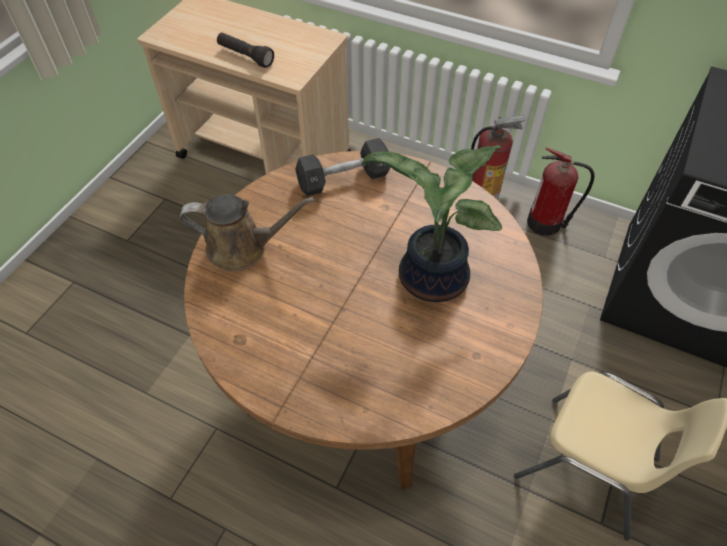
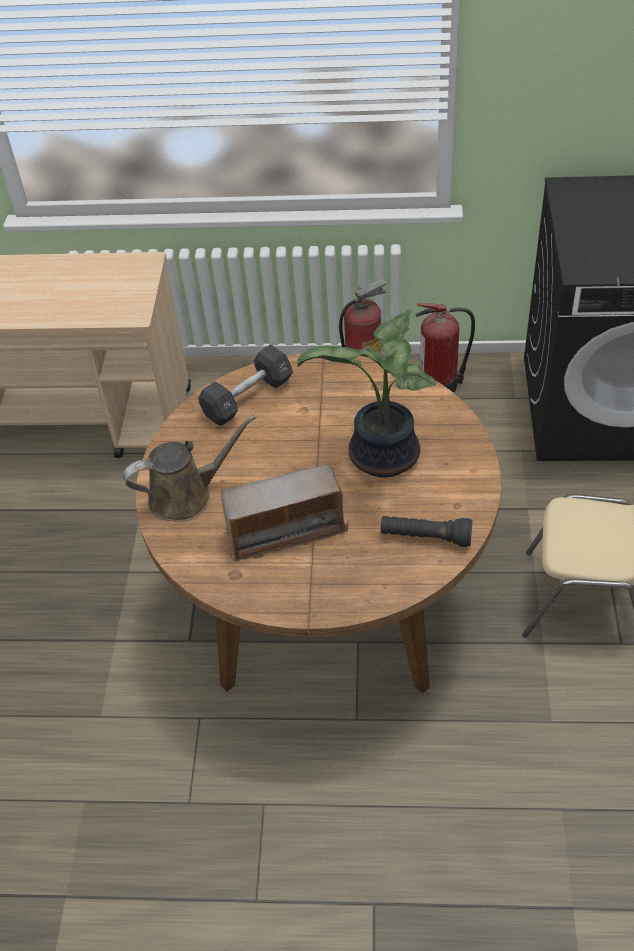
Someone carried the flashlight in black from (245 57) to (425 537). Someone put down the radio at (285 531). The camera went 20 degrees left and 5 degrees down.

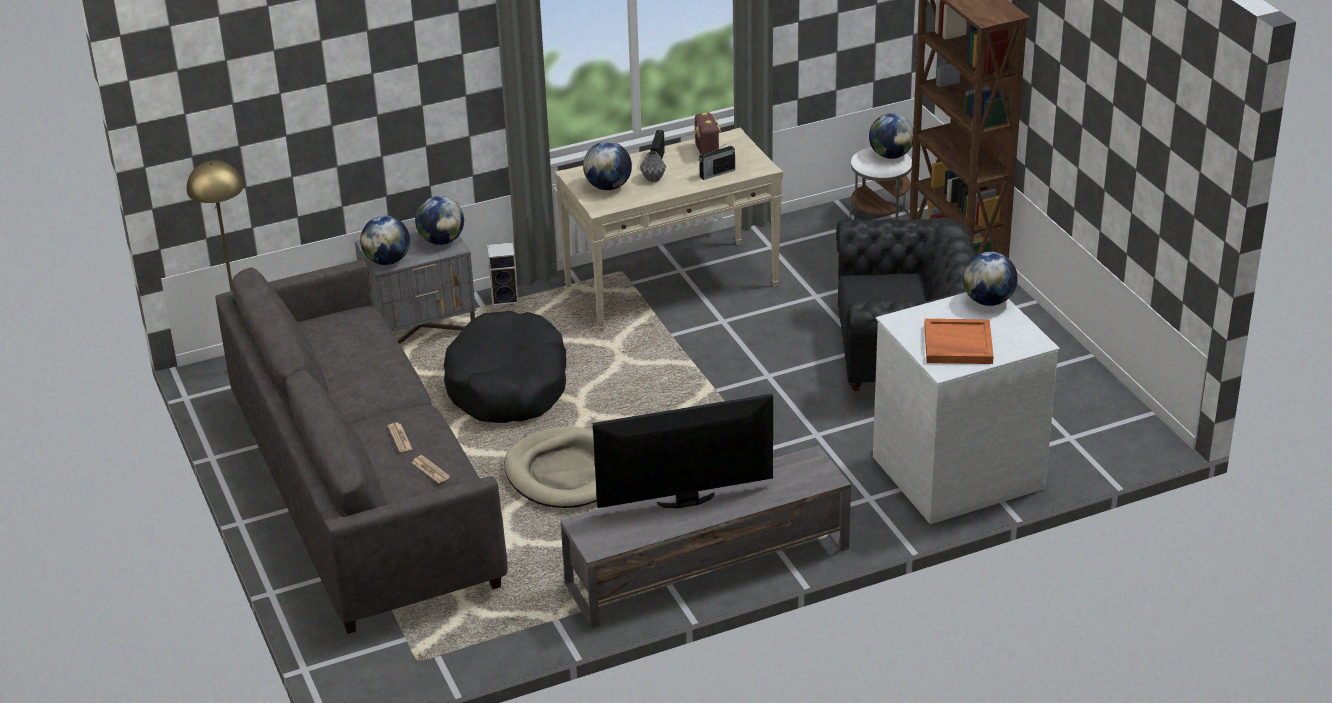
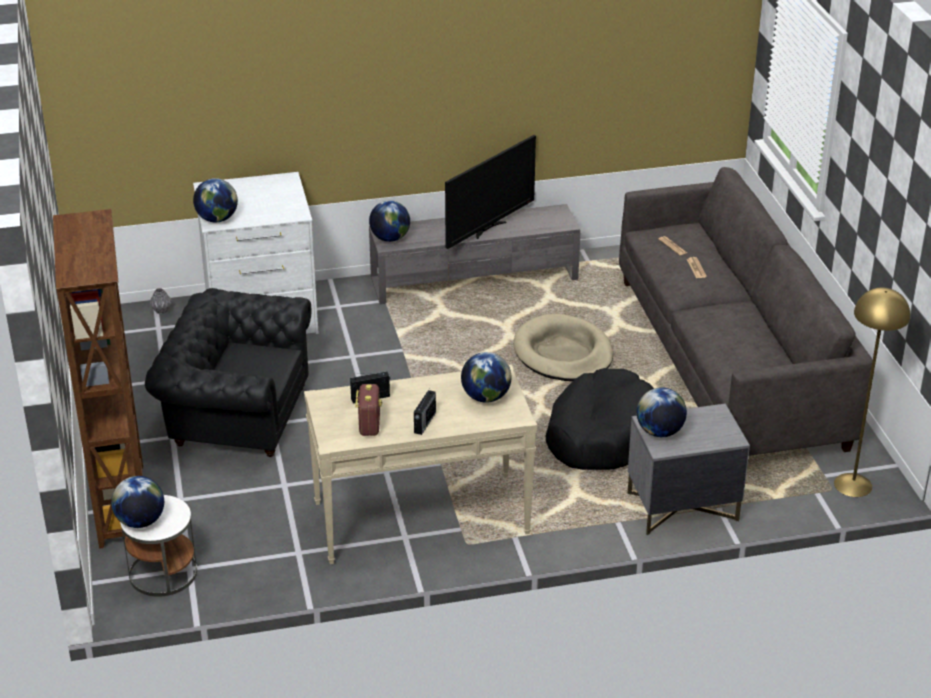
Someone carried the vase in grey from (652 179) to (162 311). Someone carried the globe from (387 261) to (390 238). Someone took away the speaker at (506 301). Someone took away the tray in orange at (957 345). Someone rotated the television at (686 502) by 45 degrees counterclockwise. The camera went 170 degrees left and 0 degrees up.

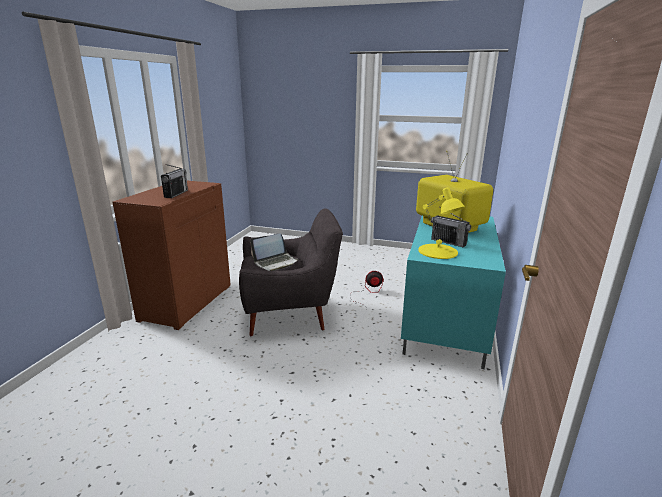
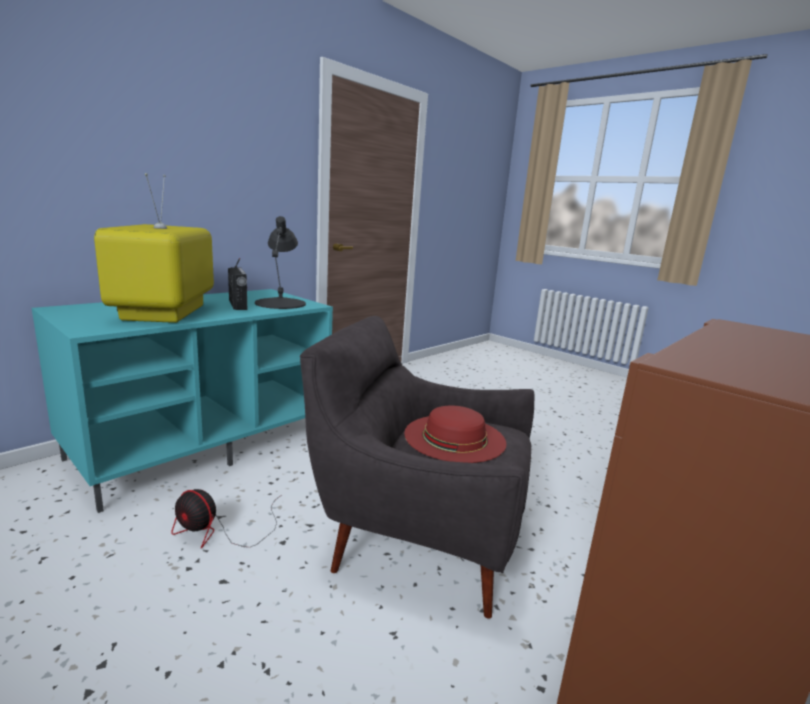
Someone took away the radio at (176 194). Someone repainted the table lamp in yellow at (438 251), which became the table lamp in black at (281 303). Someone swapped the laptop at (275 262) for the hat in red at (454 437). The camera went 155 degrees left and 5 degrees down.

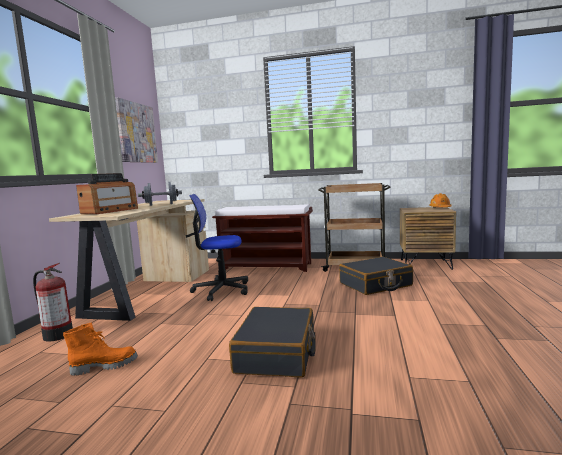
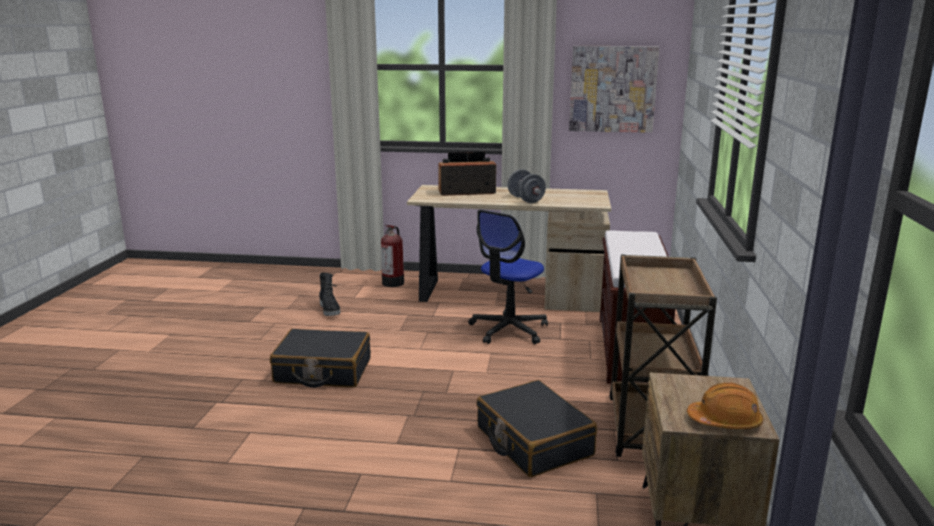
Someone rotated the radio at (110 211) by 150 degrees clockwise. Someone rotated the office chair at (221 290) by 135 degrees counterclockwise. Someone repainted the boot in orange at (105 366), which became the boot in black at (330 310). The camera went 85 degrees right and 10 degrees up.

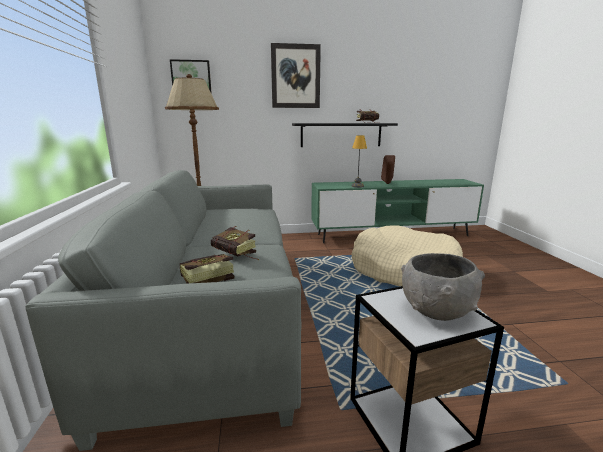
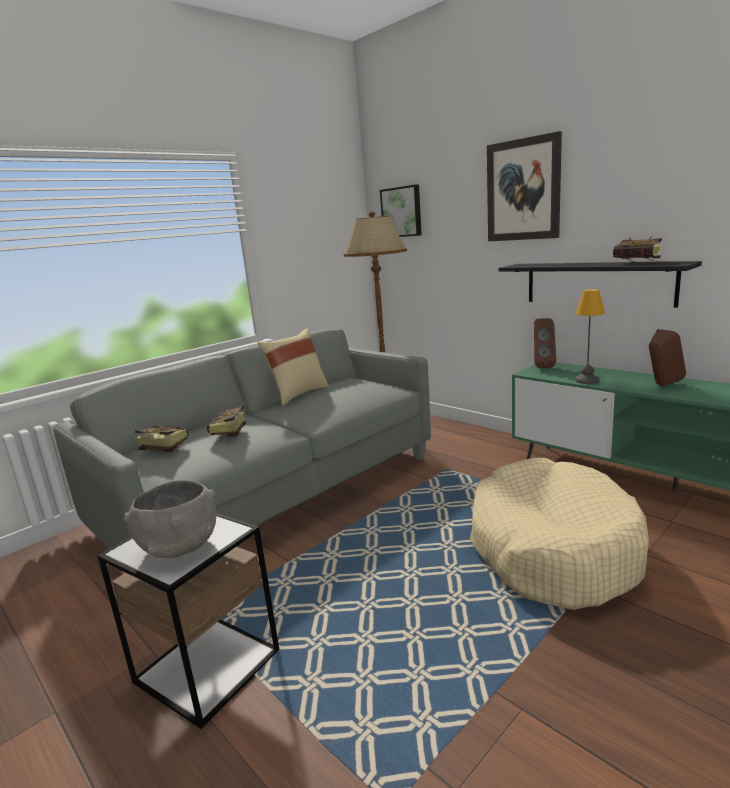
Someone put down the speaker in brown at (542 366). Someone put down the pillow in beige at (298 394). The camera went 55 degrees right and 0 degrees up.

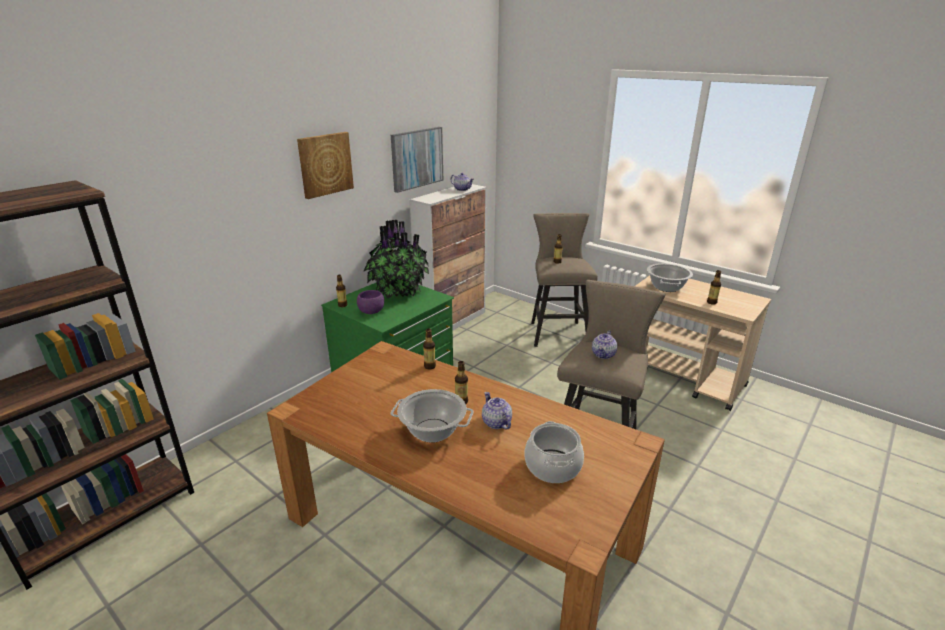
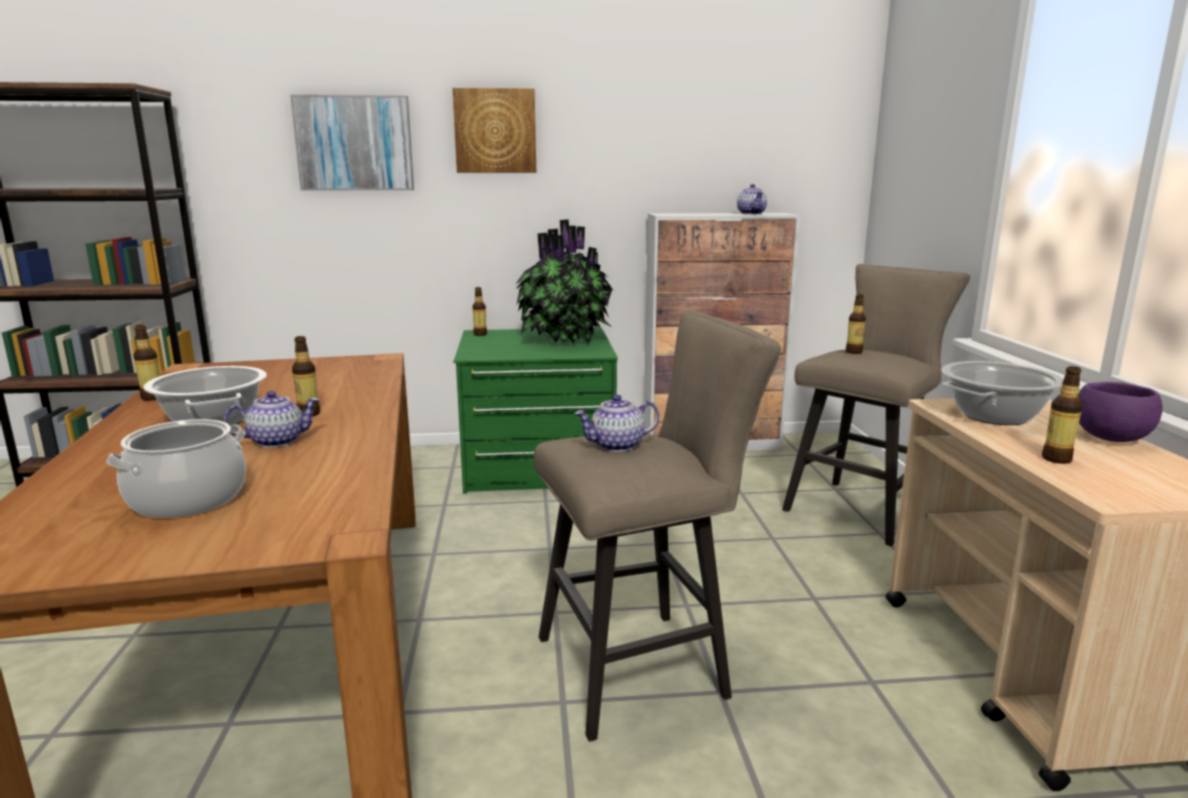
Someone carried the picture from (417 158) to (354 143). Someone carried the bowl in purple from (371 312) to (1110 439). Someone carried the bottle from (430 366) to (152 398). Someone rotated the teapot at (496 422) by 45 degrees clockwise. The camera went 45 degrees right and 10 degrees down.

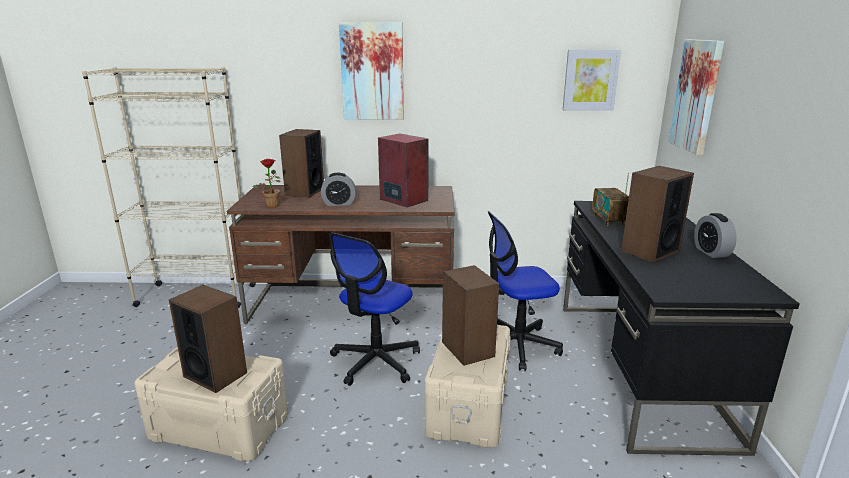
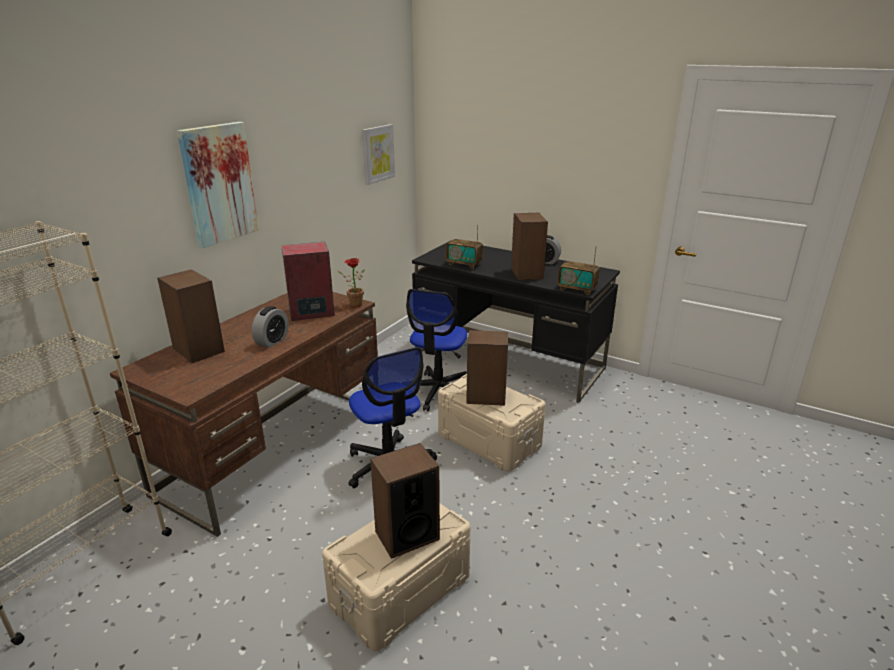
Someone took away the picture at (696 96). Someone carried the potted plant from (272 205) to (353 304). Someone put down the radio at (577 289). The camera went 60 degrees left and 5 degrees up.

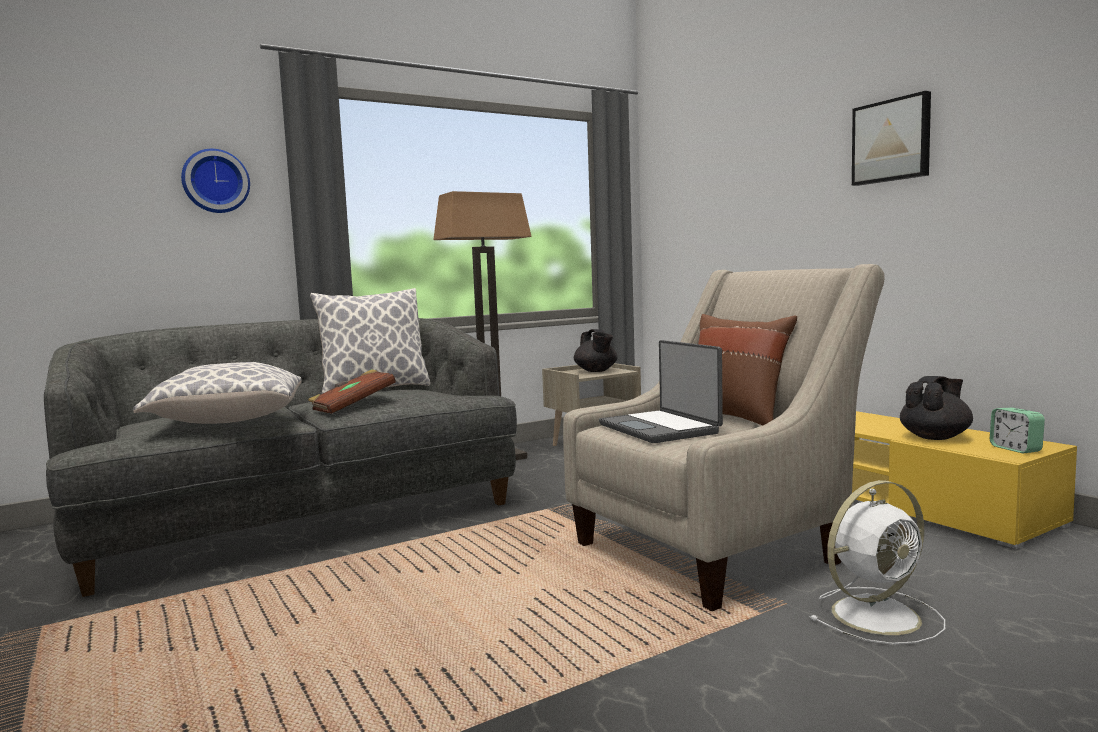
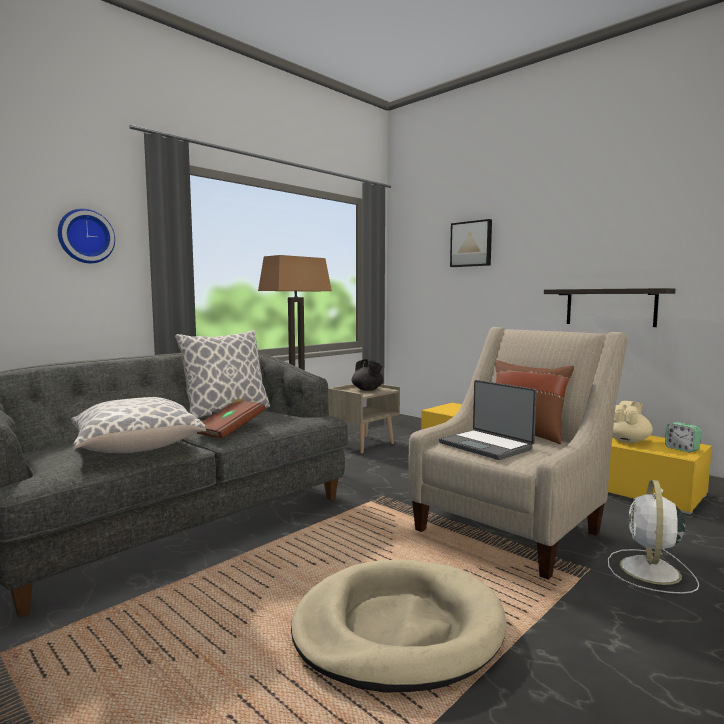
Someone carried the picture from (892 141) to (471 244). Someone repainted the teapot in black at (935 437), which became the teapot in beige at (627 441). Someone rotated the fan in white at (878 615) by 150 degrees clockwise. Someone put up the shelf at (610 307). Someone put down the dog bed in beige at (397 629). The camera went 15 degrees left and 0 degrees up.

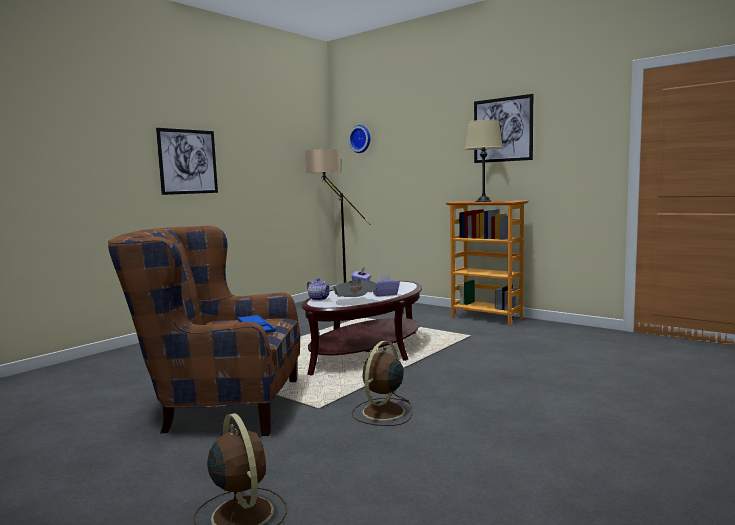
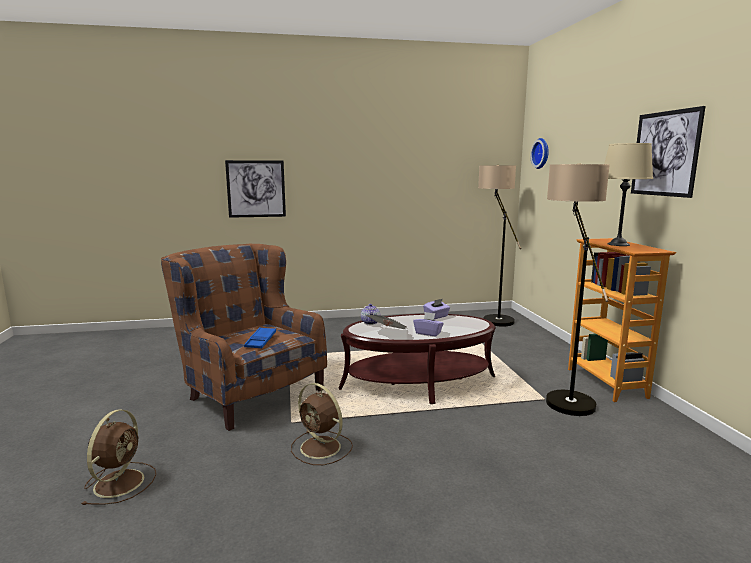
Someone carried the picture from (188 161) to (256 189). Someone rotated the fan in brown at (382 412) by 120 degrees counterclockwise. Someone put down the floor lamp at (563 395). The camera went 40 degrees right and 5 degrees up.

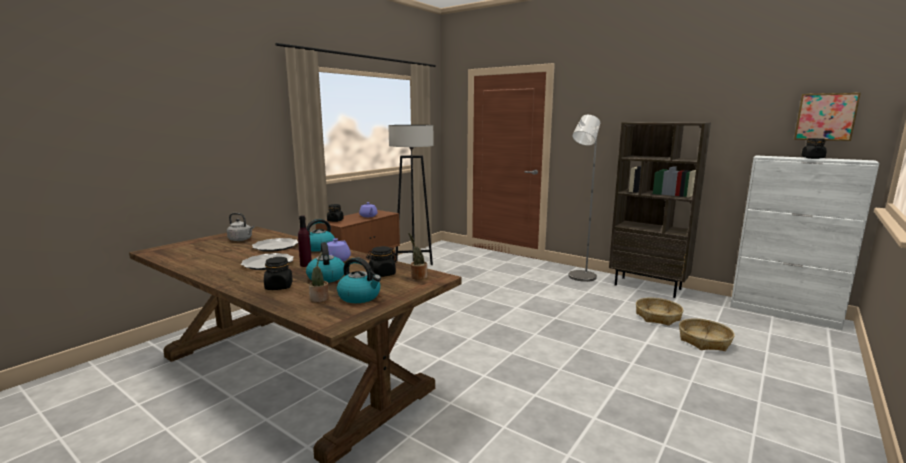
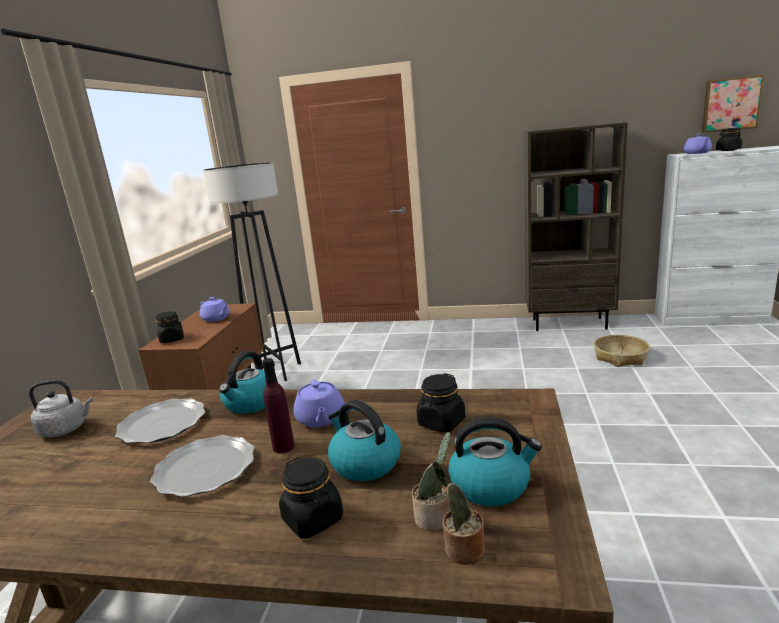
Someone took away the floor lamp in grey at (579 278). Someone carried the potted plant from (418 276) to (461 550). Someone took away the basket at (704 341). Someone put down the teapot in purple at (697 153). The camera went 25 degrees left and 5 degrees up.

